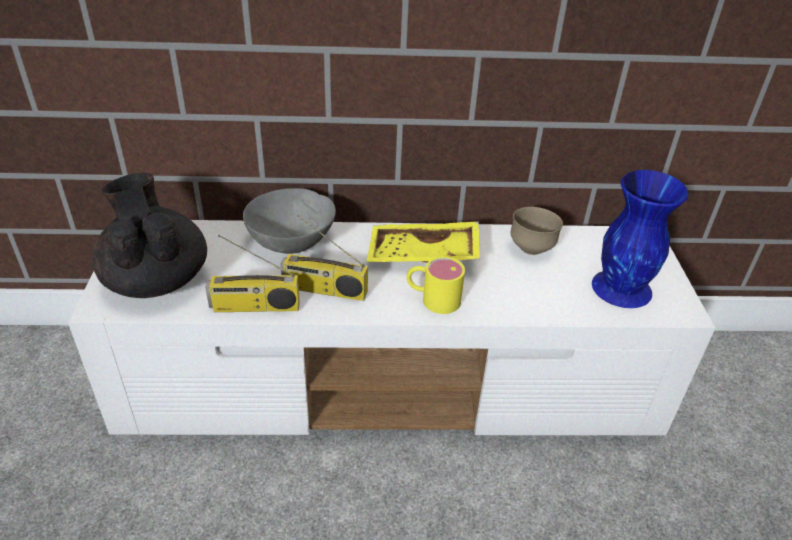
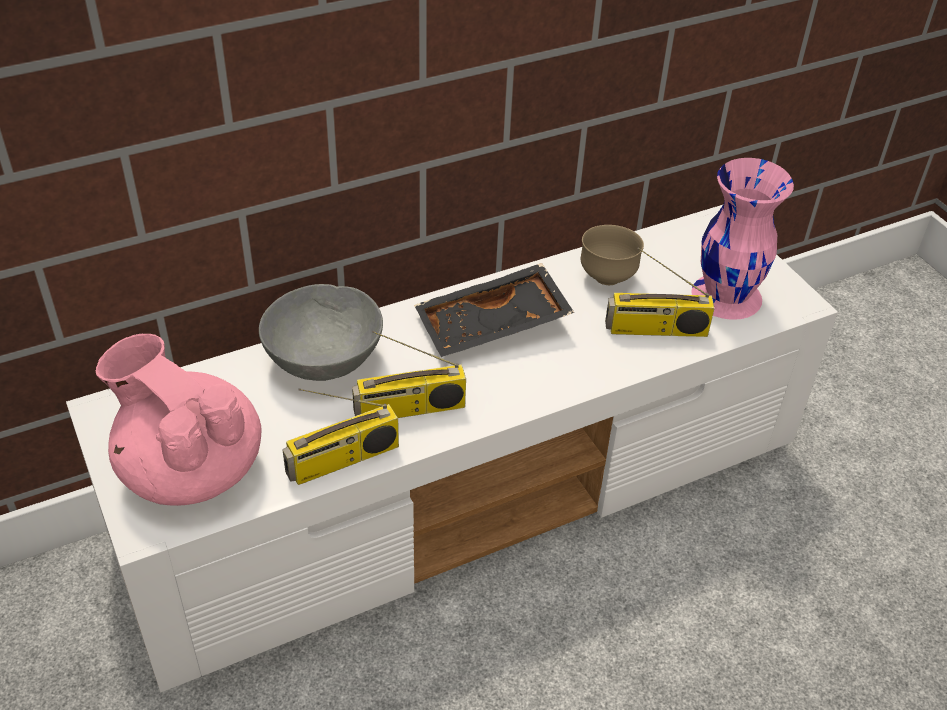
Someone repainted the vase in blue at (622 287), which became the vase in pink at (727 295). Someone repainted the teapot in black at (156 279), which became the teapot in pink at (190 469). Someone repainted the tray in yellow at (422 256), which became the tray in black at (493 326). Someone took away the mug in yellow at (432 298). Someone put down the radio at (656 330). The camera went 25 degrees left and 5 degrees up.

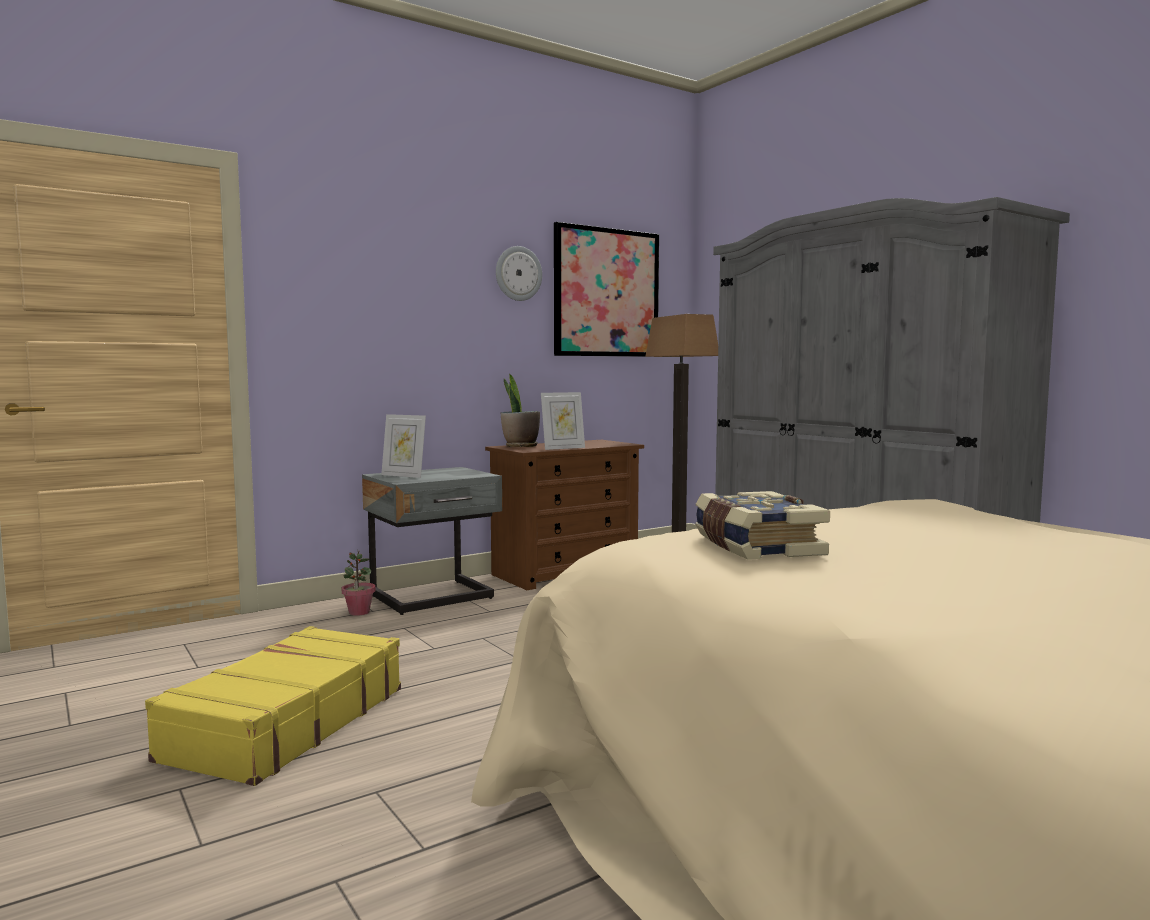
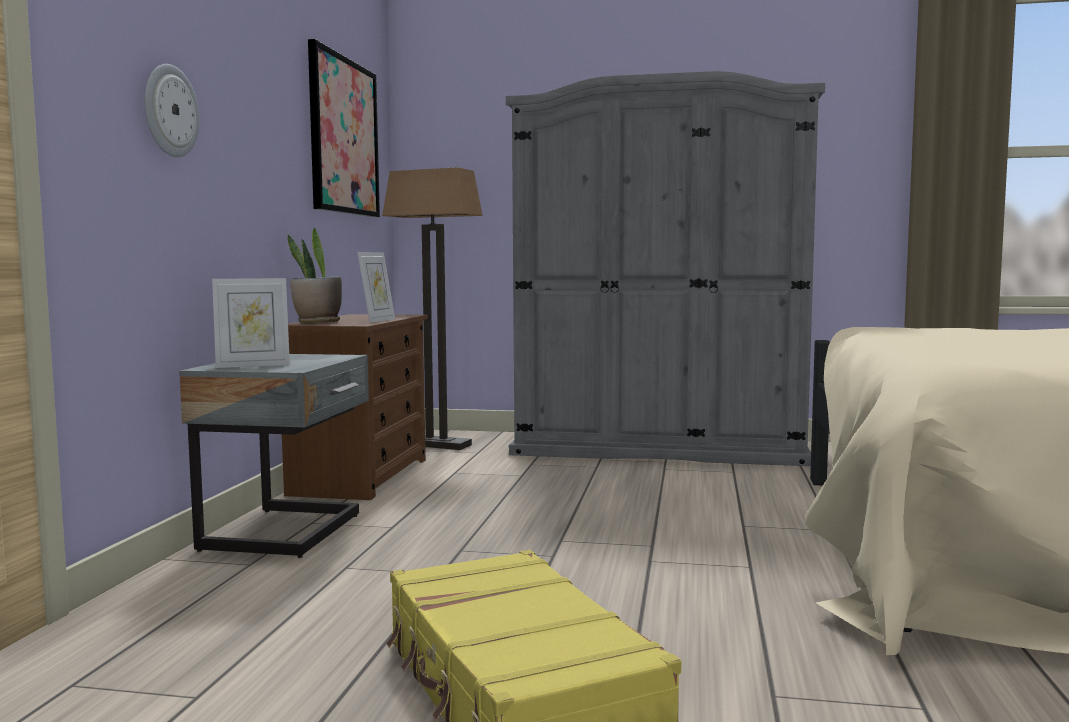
Someone carried the wall clock from (518 273) to (169 111). Someone took away the book at (755 547). Someone took away the potted plant at (359 612). The camera went 45 degrees left and 0 degrees up.

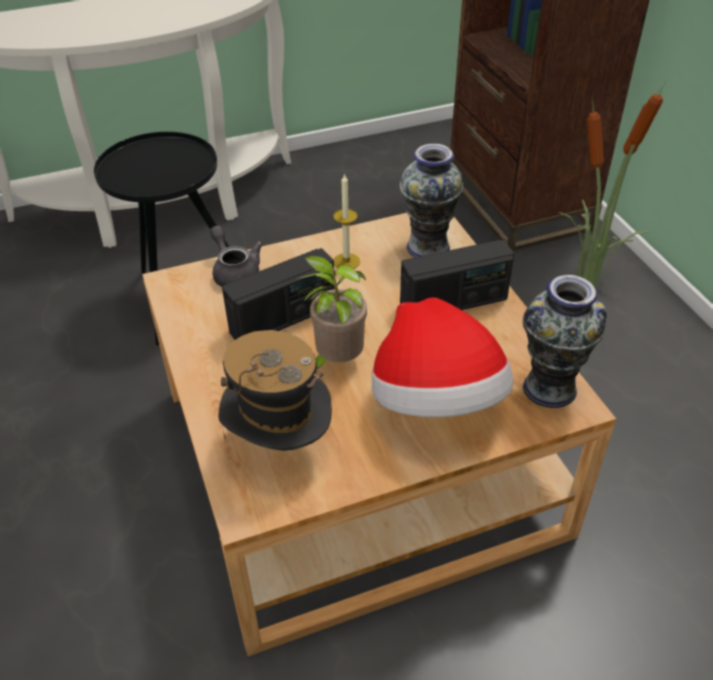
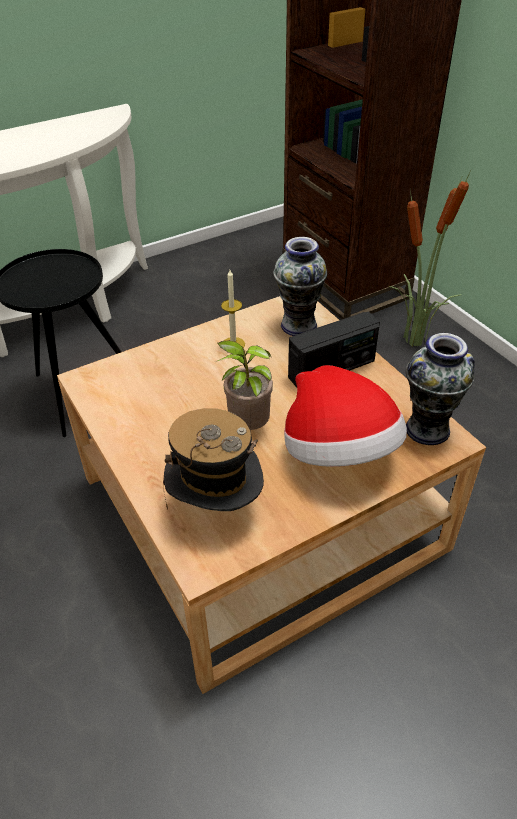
Someone took away the teapot in grey at (235 272). Someone took away the radio at (283 319). The camera went 10 degrees left and 0 degrees up.

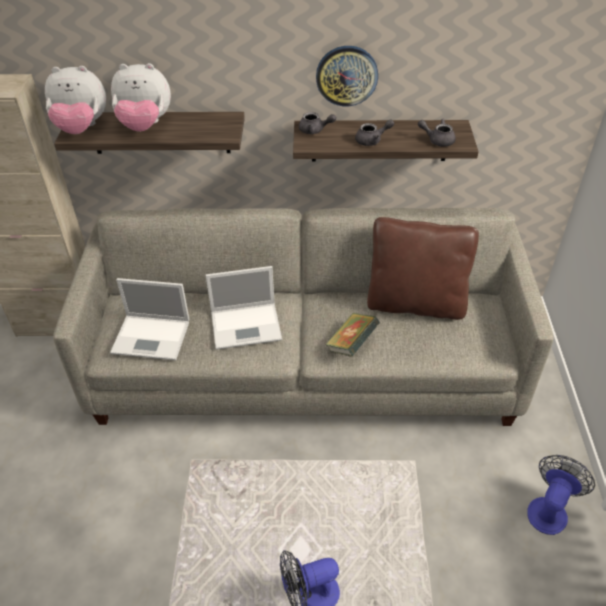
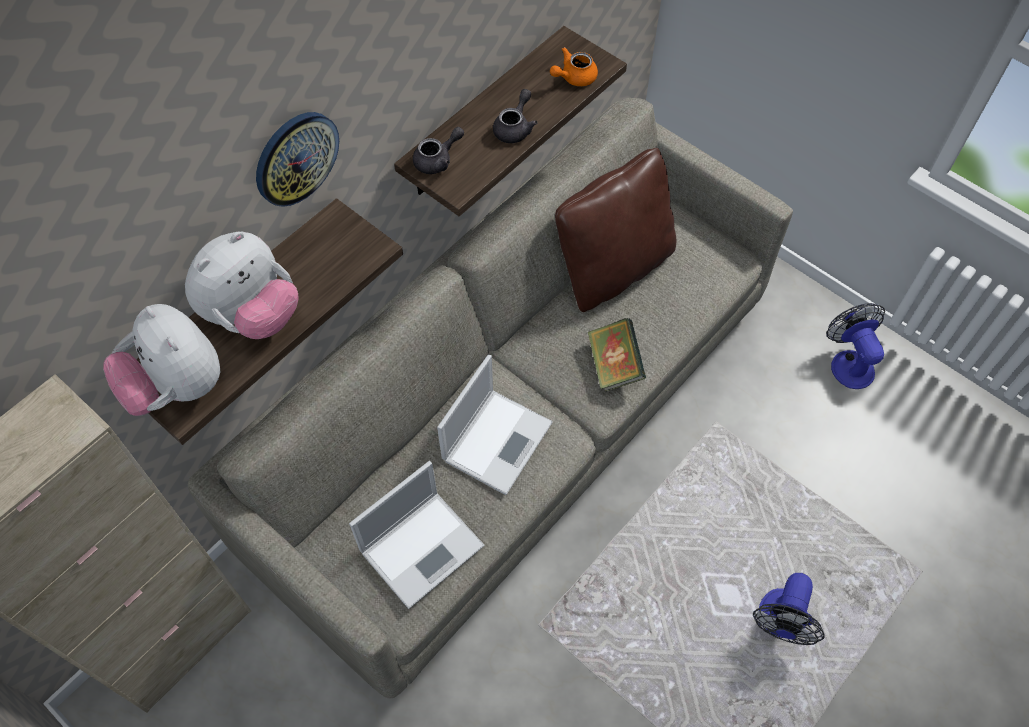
Someone carried the wall clock from (346 75) to (296 158). Someone rotated the plush toy at (82 128) by 105 degrees clockwise. Someone repainted the teapot in grey at (437 140), which became the teapot in orange at (574 77). The camera went 50 degrees left and 15 degrees up.

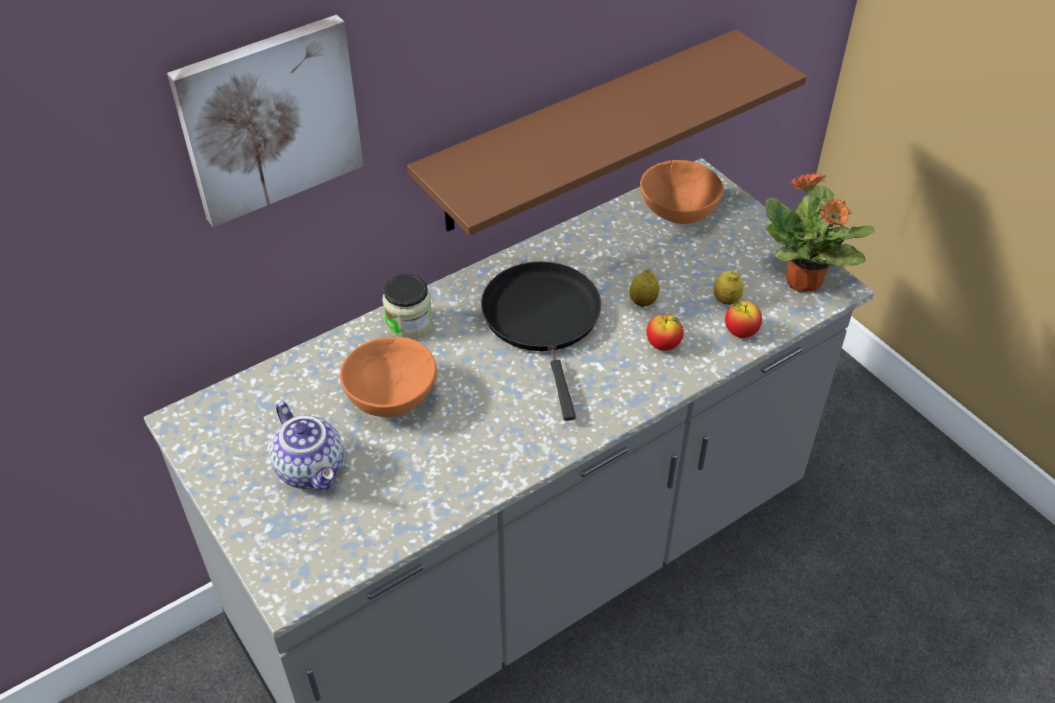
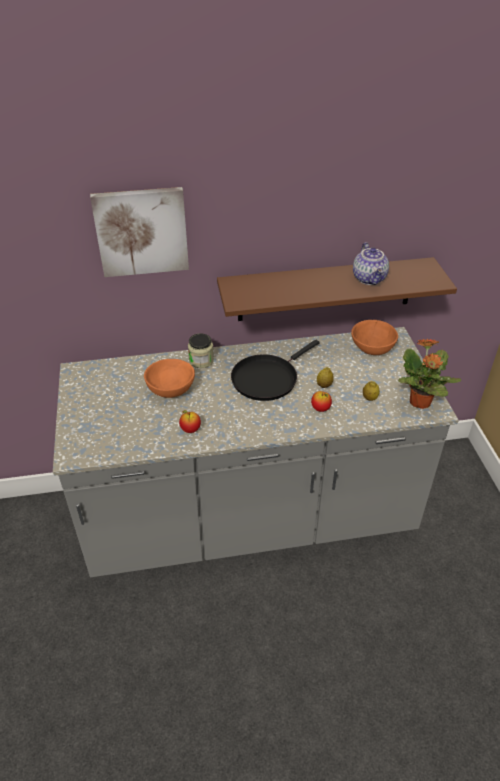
Someone rotated the frying pan in black at (543 320) by 150 degrees counterclockwise. Someone carried the apple from (740 332) to (190 430). Someone carried the teapot from (312 468) to (370 279). The camera went 25 degrees right and 5 degrees down.

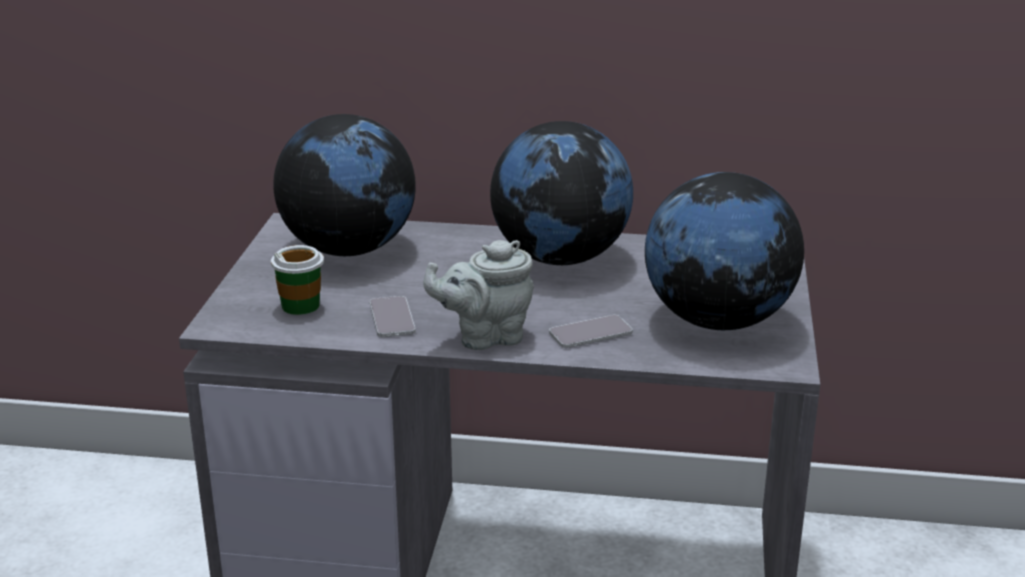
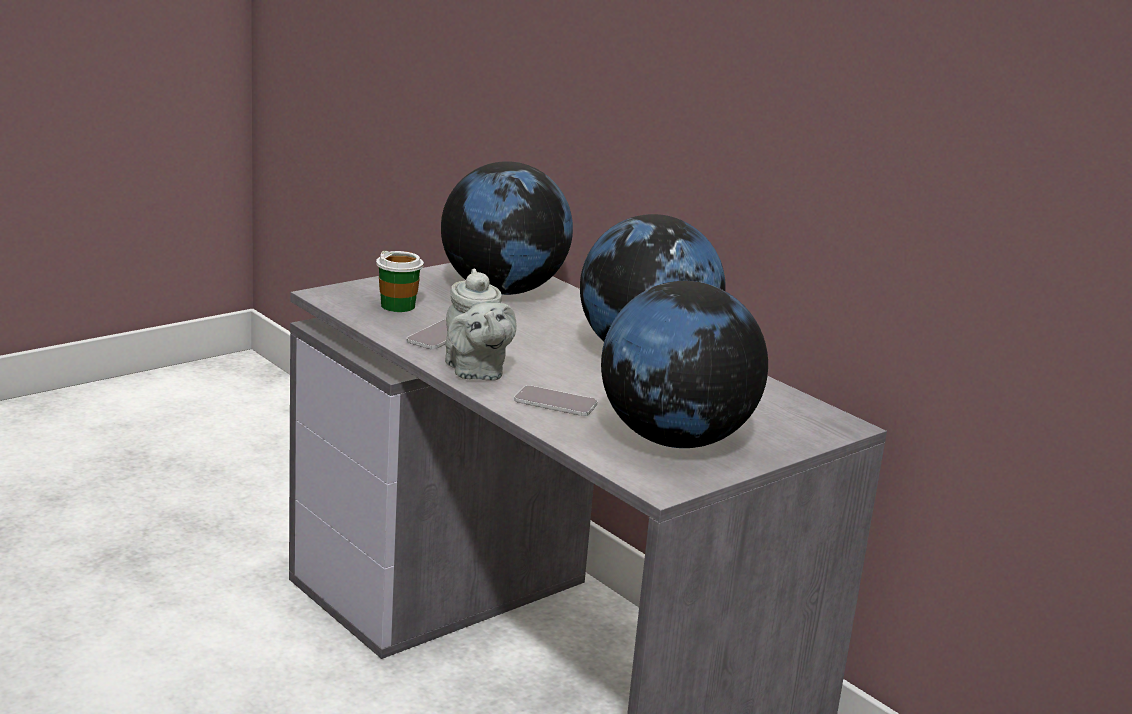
Someone rotated the teapot in grey at (485 337) by 135 degrees counterclockwise. The camera went 40 degrees right and 5 degrees down.

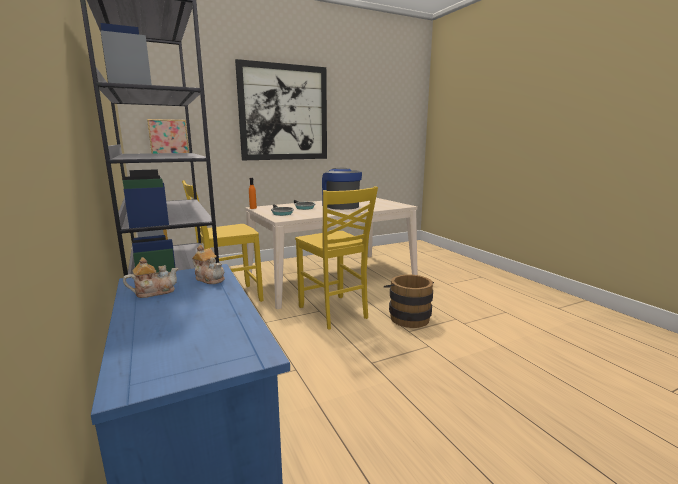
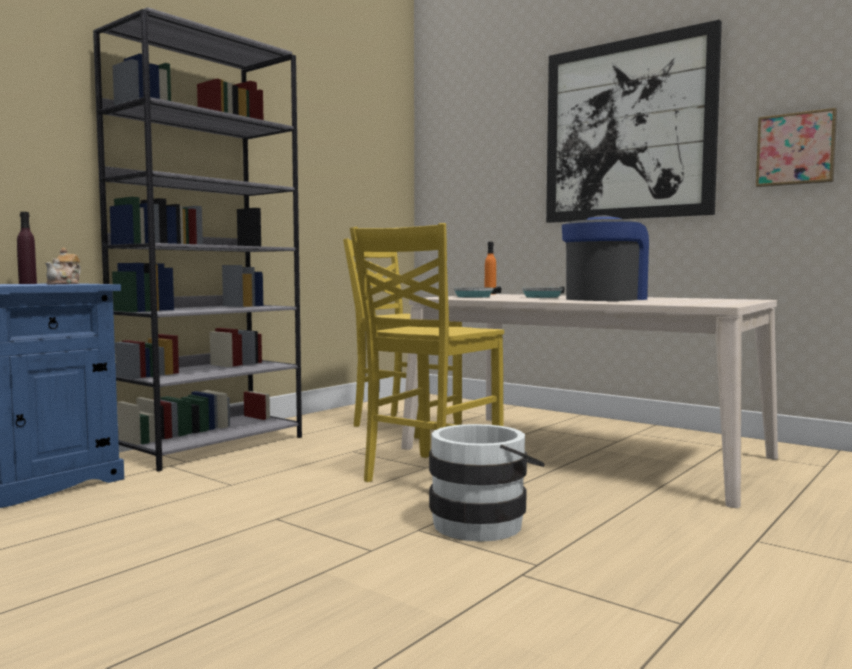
Someone carried the picture from (168 137) to (796 149). Someone swapped the teapot at (154 292) for the bottle in purple at (27 283). Someone repainted the bucket in brown at (408 317), which became the bucket in white at (484 522). The camera went 65 degrees right and 10 degrees down.

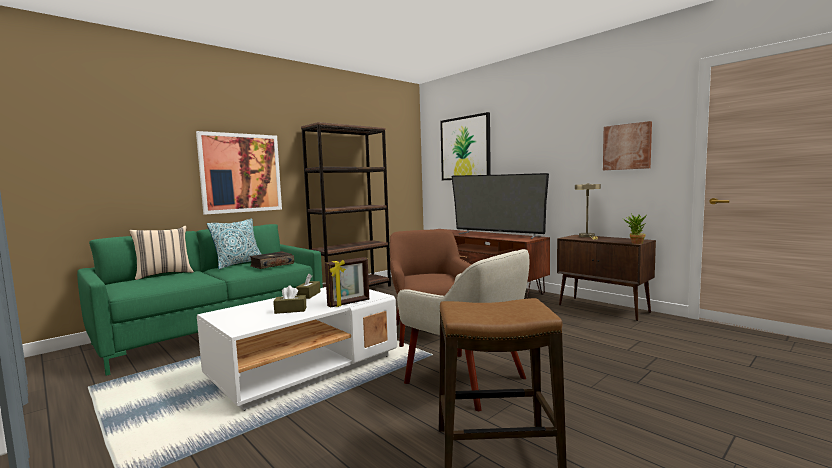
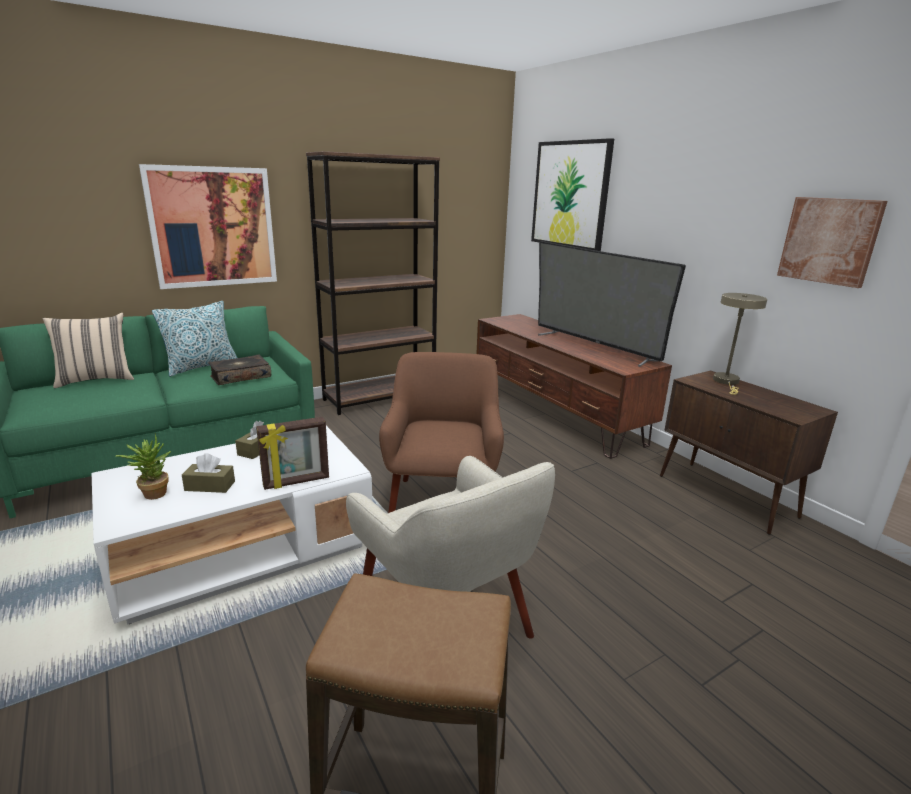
Someone carried the potted plant from (634 243) to (152 493). The camera went 10 degrees right and 15 degrees up.

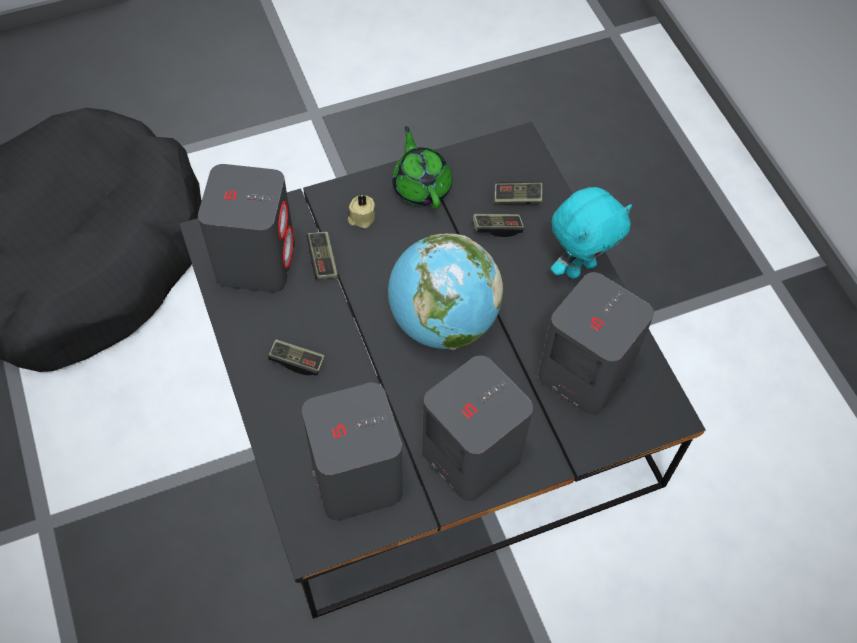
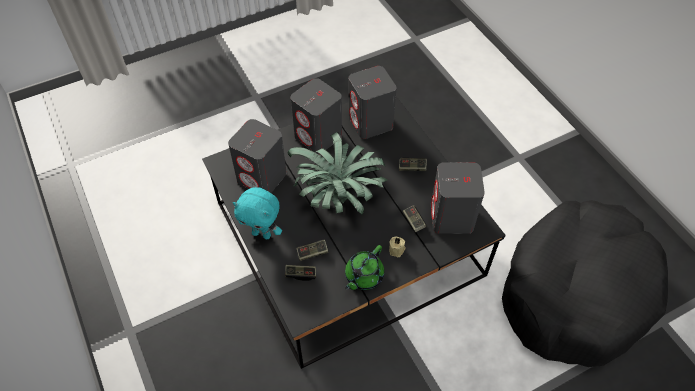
Someone rotated the teapot in green at (421 186) by 60 degrees clockwise. Someone rotated the plush toy in turquoise at (579 267) by 120 degrees counterclockwise. Someone swapped the globe at (442 321) for the potted plant at (339 195). The camera went 175 degrees right and 5 degrees down.

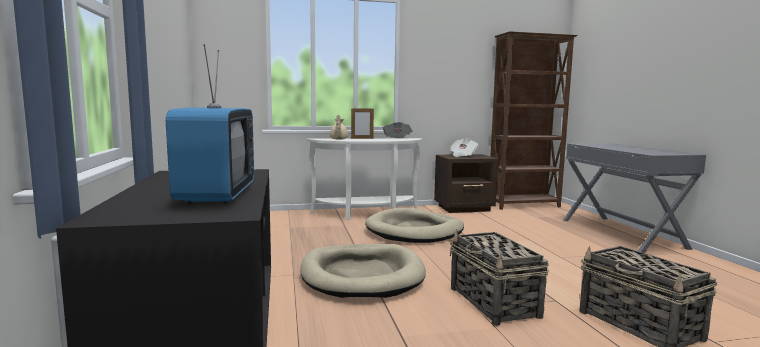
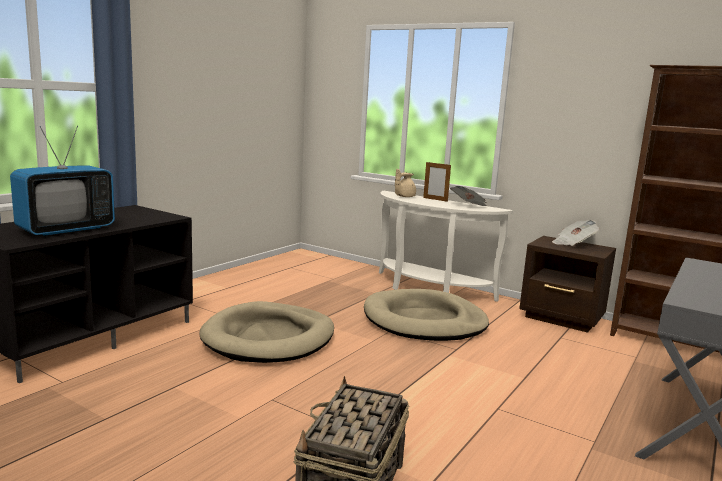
Someone took away the basket at (494 303). The camera went 45 degrees right and 5 degrees up.

